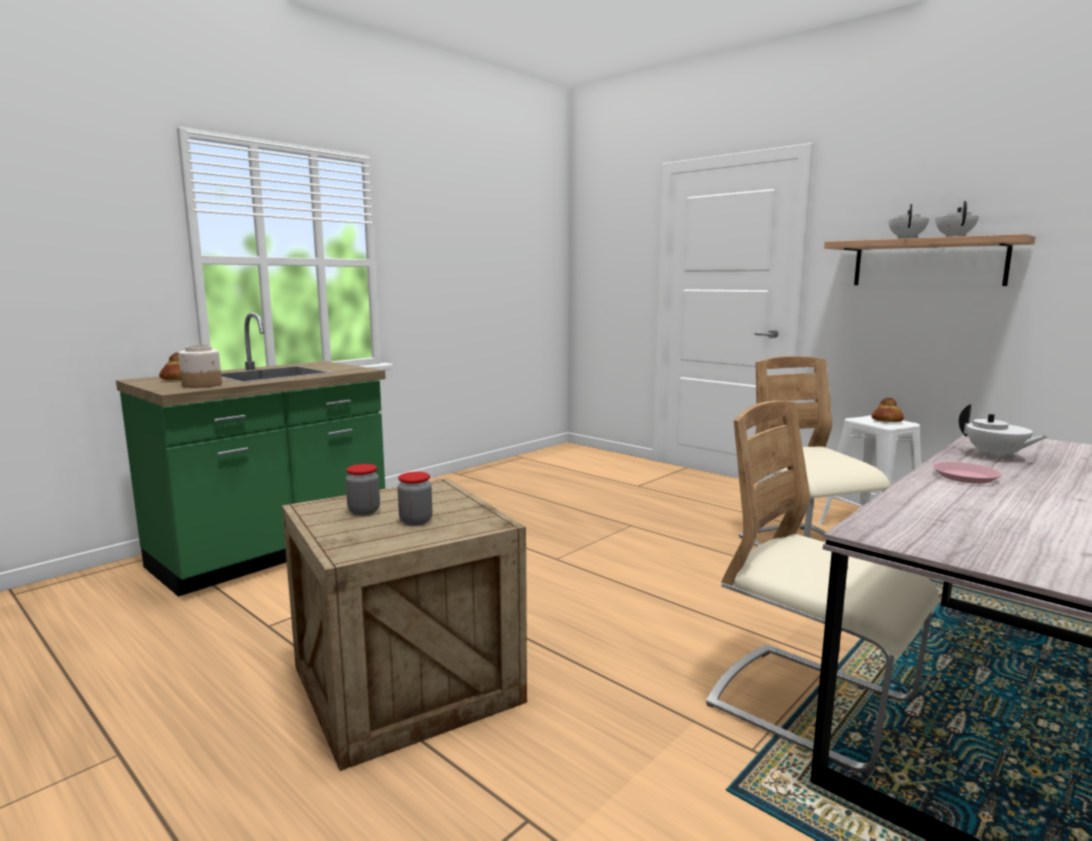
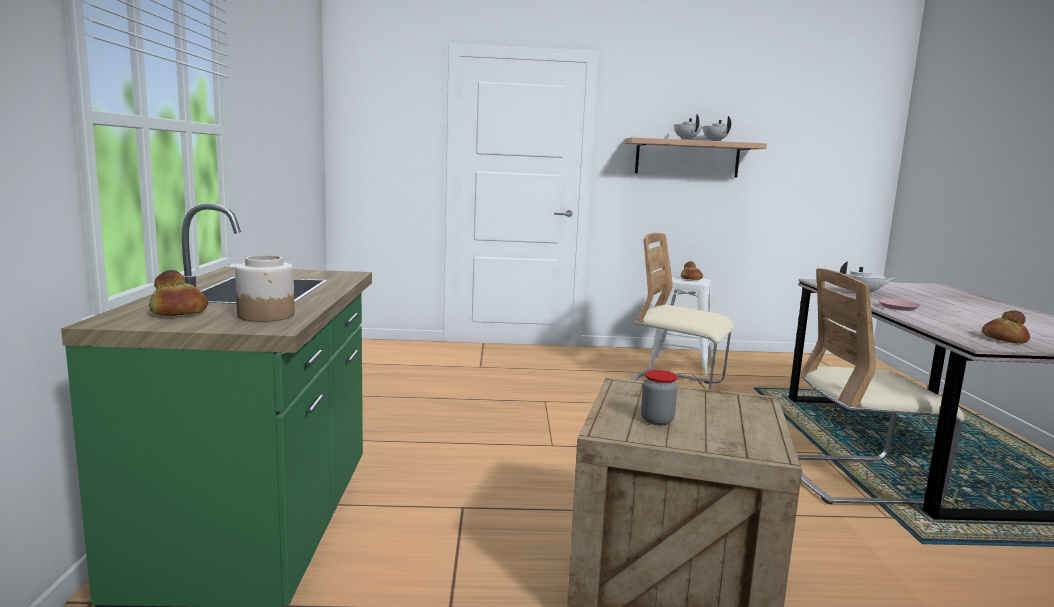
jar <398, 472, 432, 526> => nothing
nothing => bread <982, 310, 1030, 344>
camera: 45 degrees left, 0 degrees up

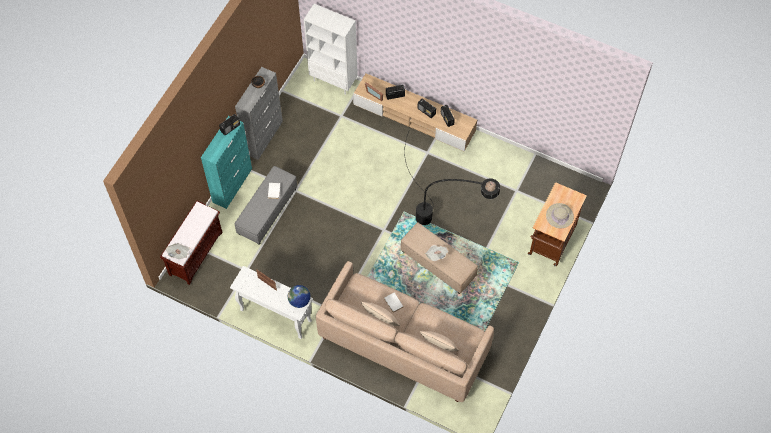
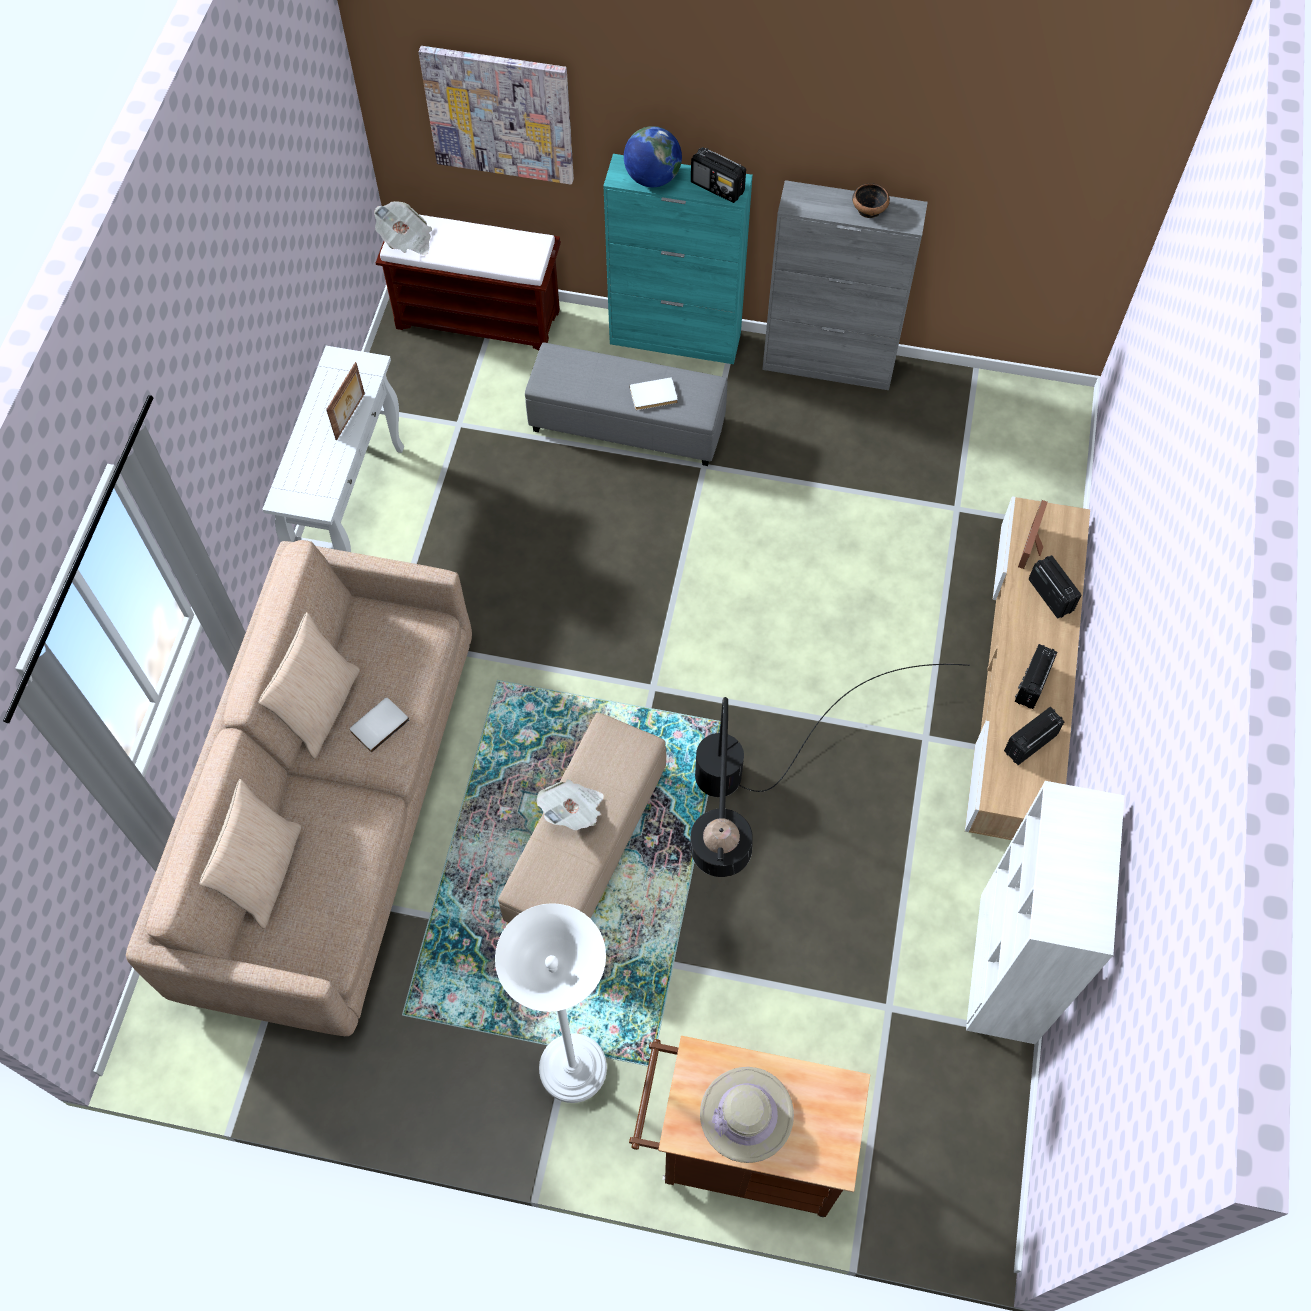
nothing => picture <418, 46, 574, 185>
nothing => floor lamp (white) <495, 903, 607, 1103>
globe <288, 285, 311, 308> => globe <624, 126, 682, 187>, moved
bookcase (white) <304, 4, 358, 95> => bookcase (white) <966, 781, 1124, 1044>, moved
camera: 75 degrees right, 0 degrees up

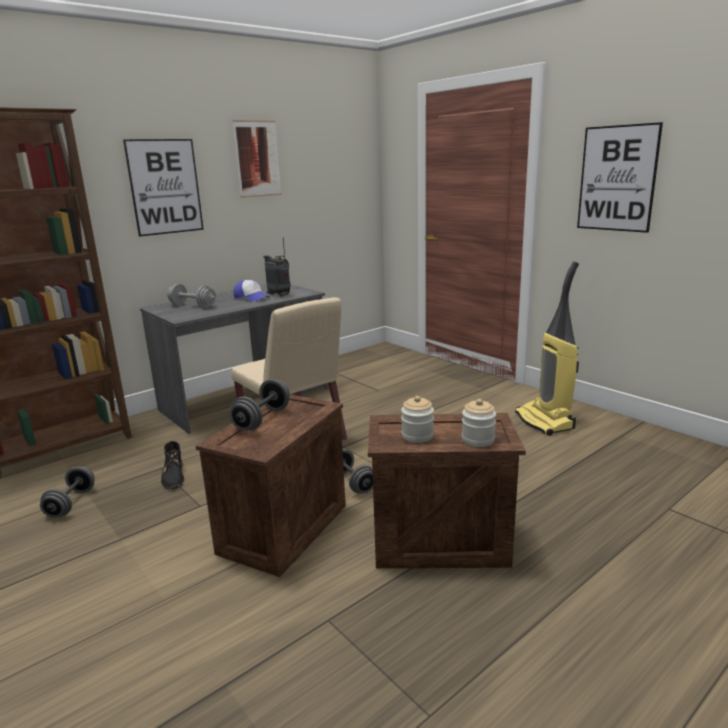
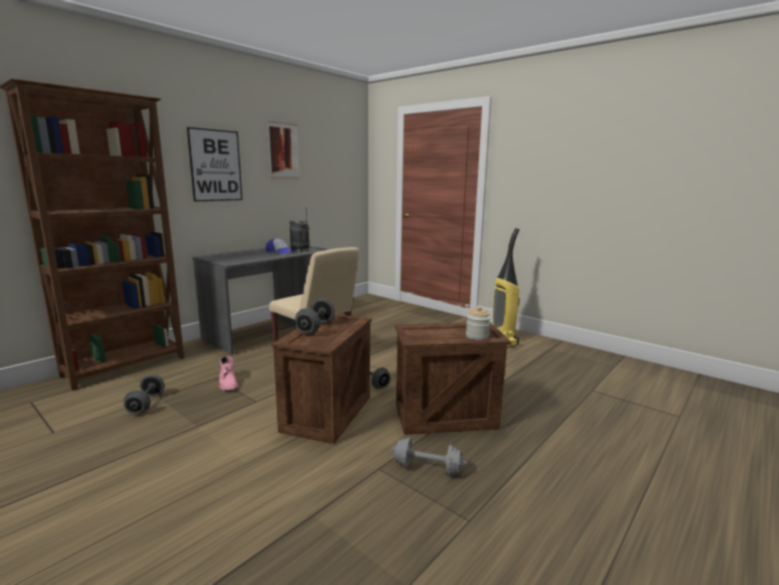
jar <401, 396, 434, 443> => nothing
picture <577, 122, 663, 233> => nothing
dumbbell (grey) <167, 284, 216, 308> => dumbbell (grey) <391, 438, 467, 476>, moved
boot (black) <161, 441, 184, 489> => boot (pink) <219, 356, 238, 391>
camera: 10 degrees left, 5 degrees down

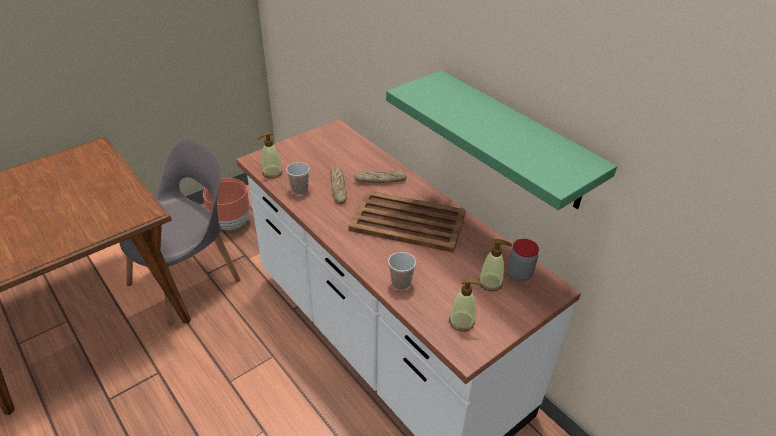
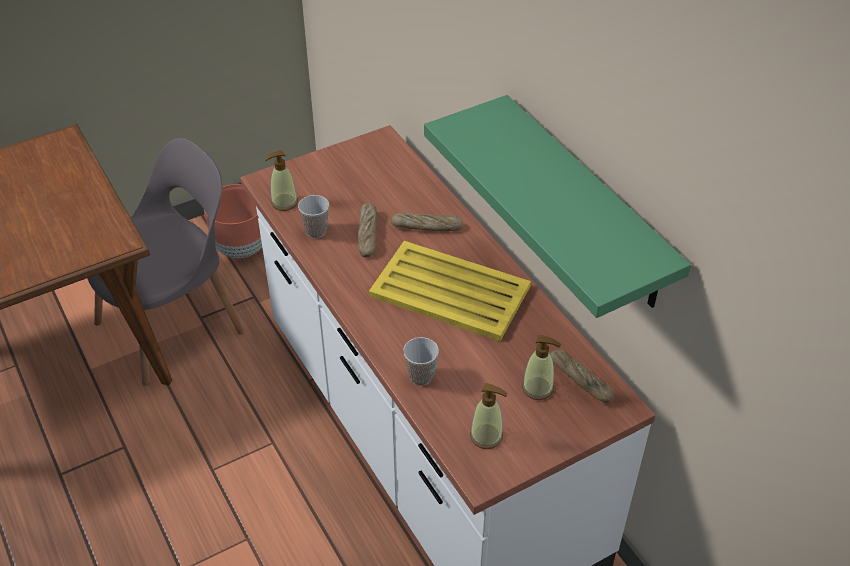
jar <507, 239, 539, 281> => bread <550, 350, 614, 403>
tray (brown) <349, 190, 466, 253> => tray (yellow) <369, 241, 531, 341>
camera: 10 degrees right, 5 degrees up

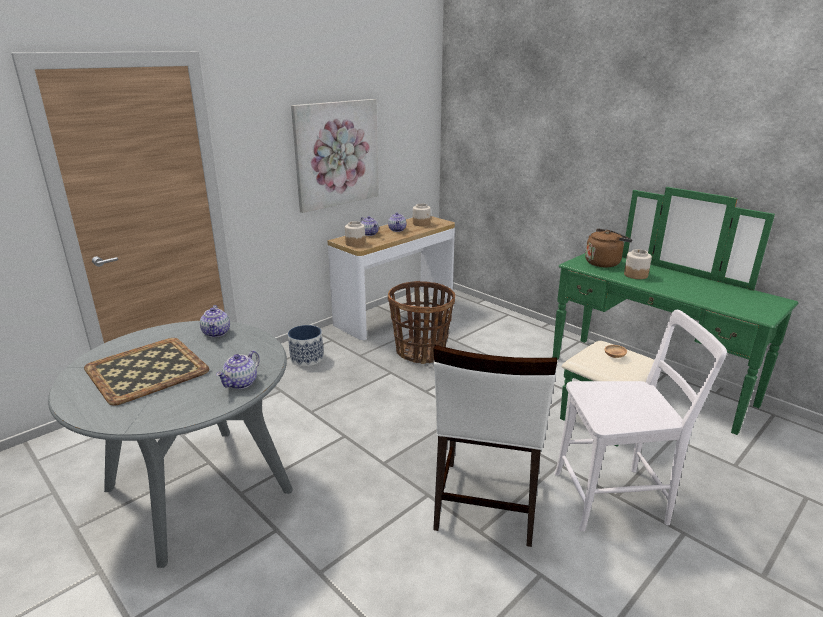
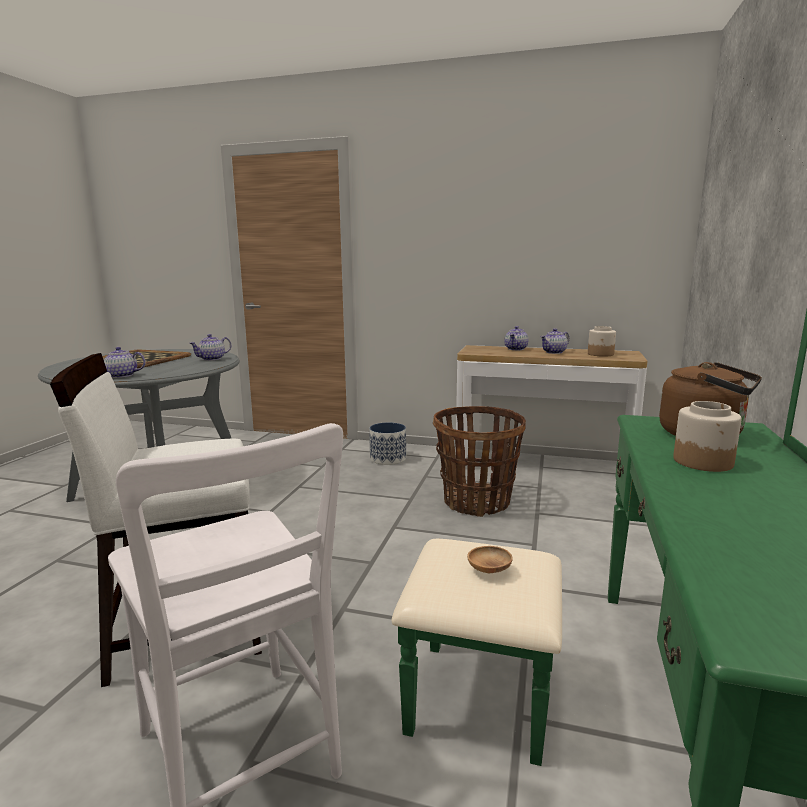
picture <291, 99, 379, 213> => nothing
jar <345, 221, 365, 247> => nothing
camera: 60 degrees right, 10 degrees down

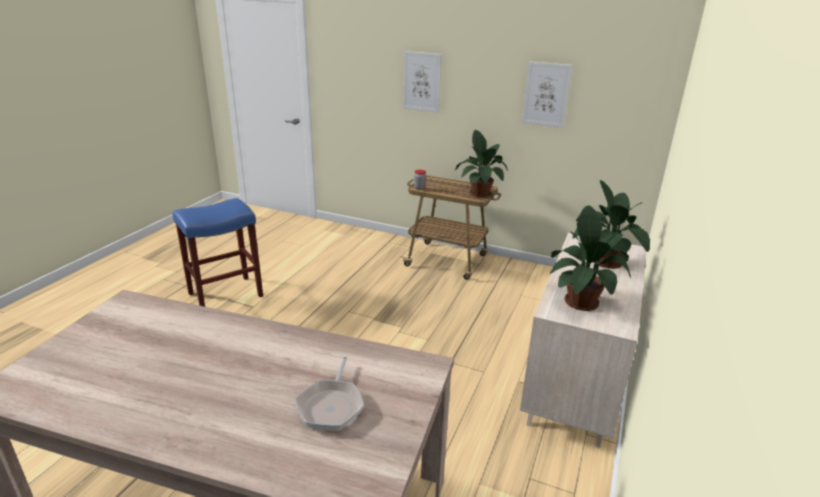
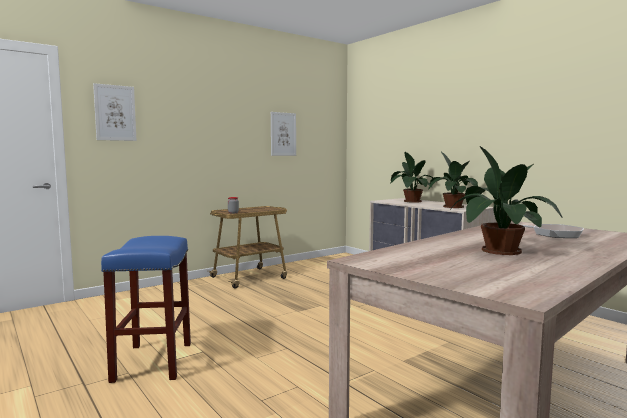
picture <403, 51, 442, 113> => picture <93, 83, 137, 141>, moved
potted plant <455, 130, 508, 197> => potted plant <449, 146, 562, 255>, moved
camera: 60 degrees left, 20 degrees down

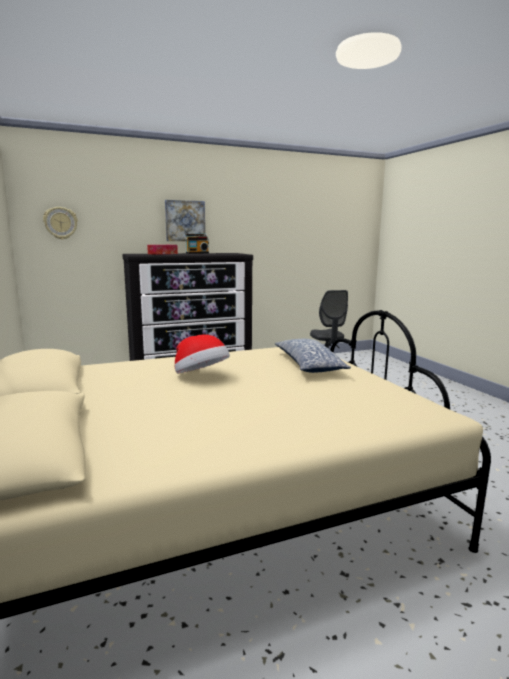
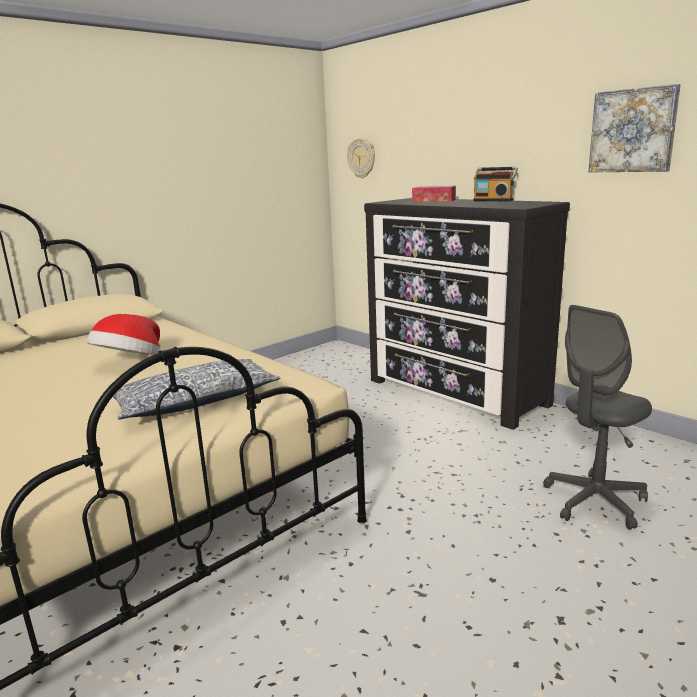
picture <165, 200, 205, 241> => picture <588, 84, 681, 172>, moved
camera: 70 degrees right, 5 degrees up

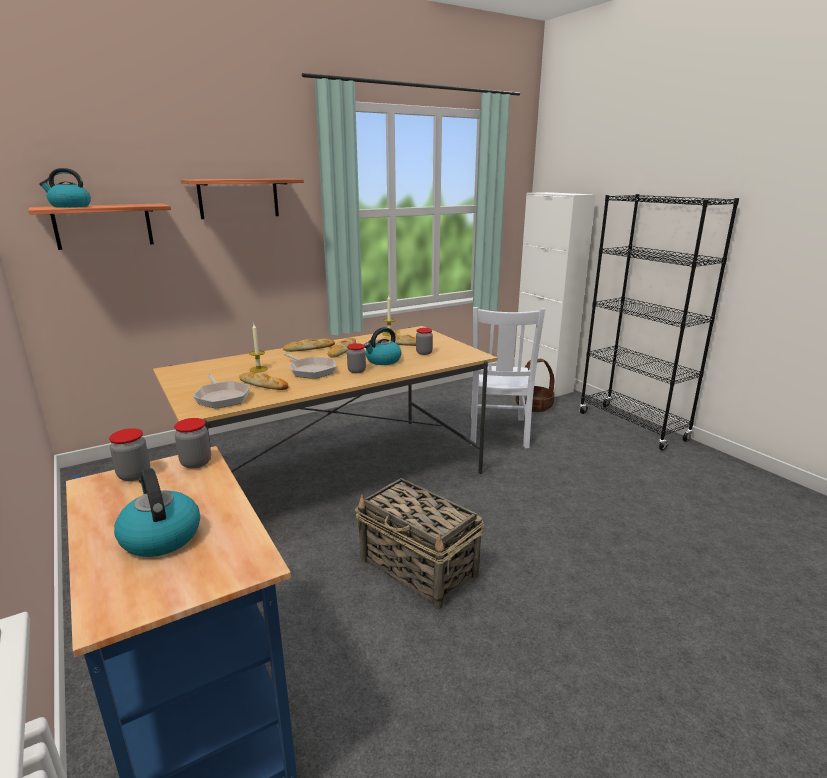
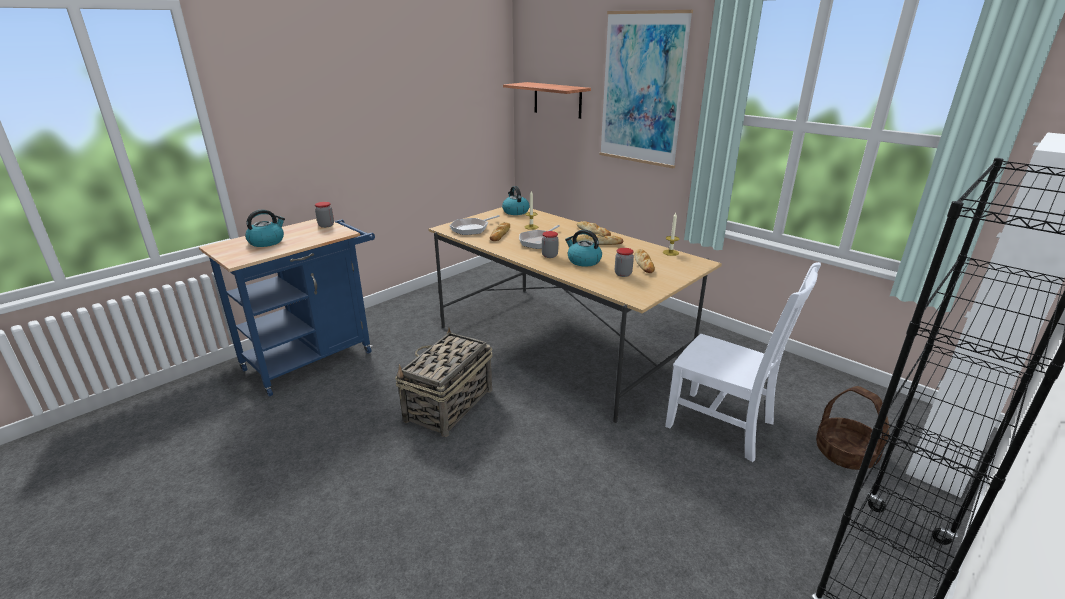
jar <174, 418, 211, 469> => nothing
kettle <39, 168, 91, 208> => kettle <502, 186, 529, 215>, moved
shelf <181, 179, 304, 219> => picture <600, 10, 693, 168>
chair (white) <470, 307, 545, 448> => chair (white) <665, 262, 821, 462>, 135 degrees counterclockwise
camera: 75 degrees right, 5 degrees up

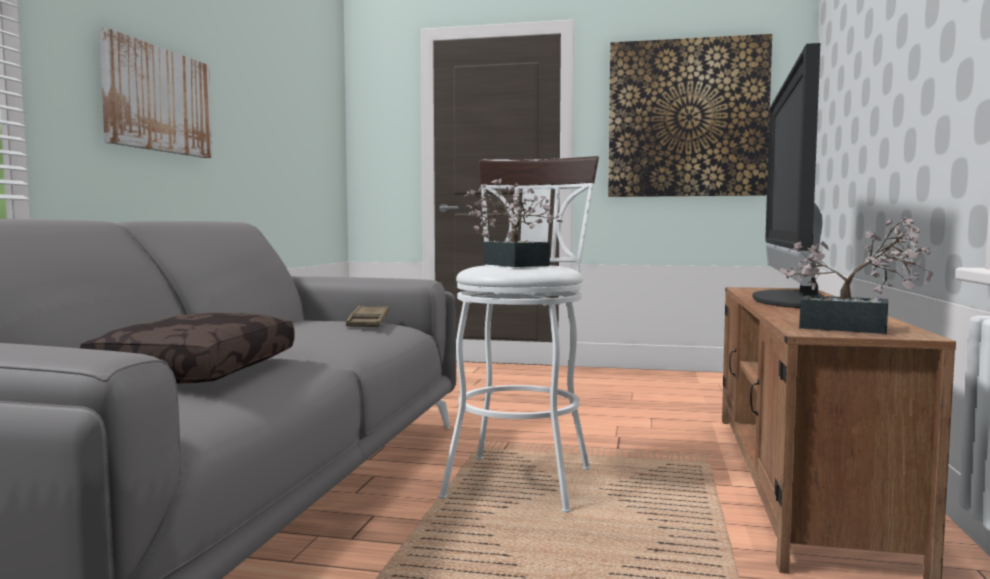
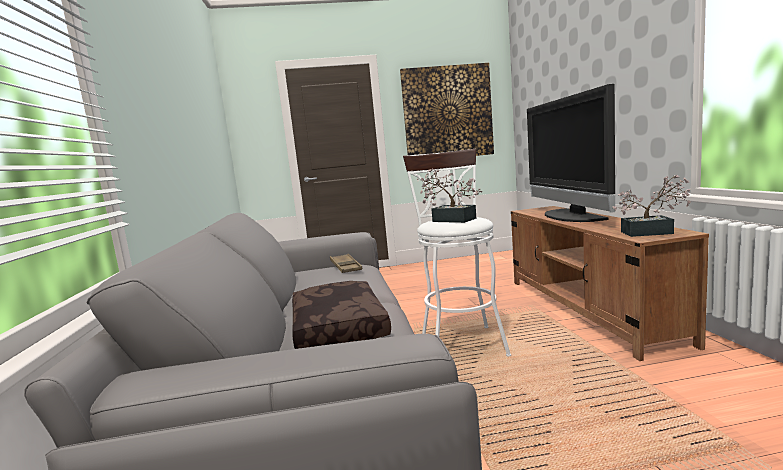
picture <99, 28, 212, 158> => nothing
camera: 20 degrees left, 5 degrees up

